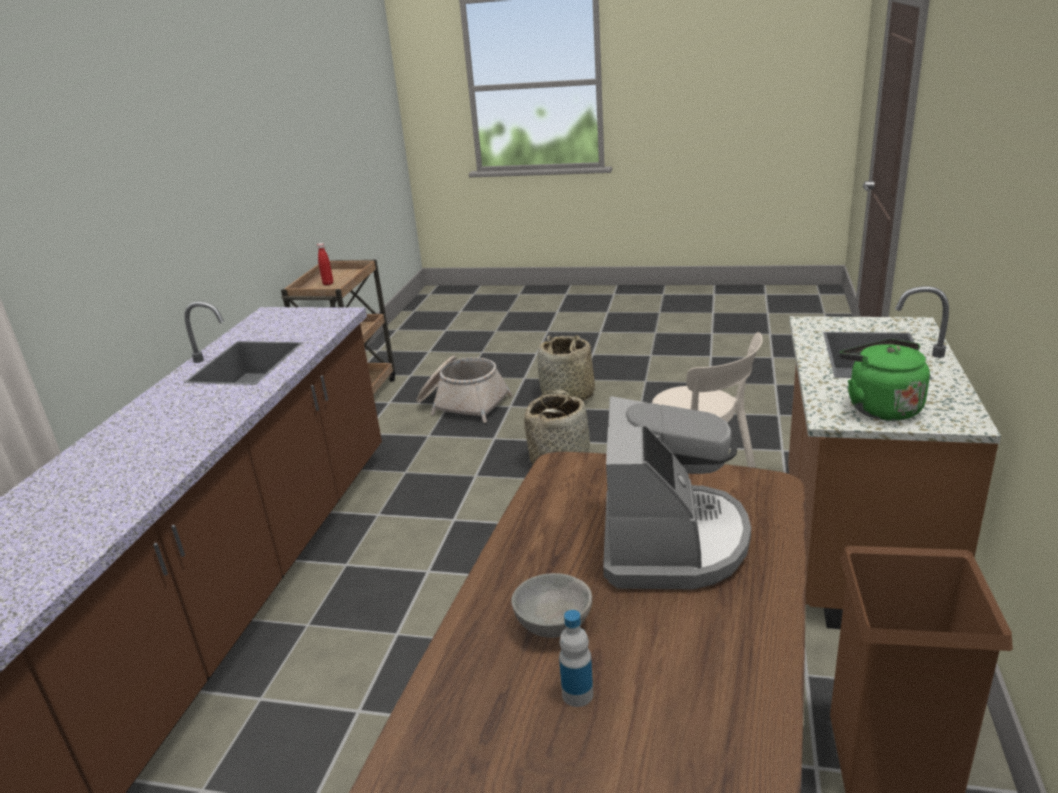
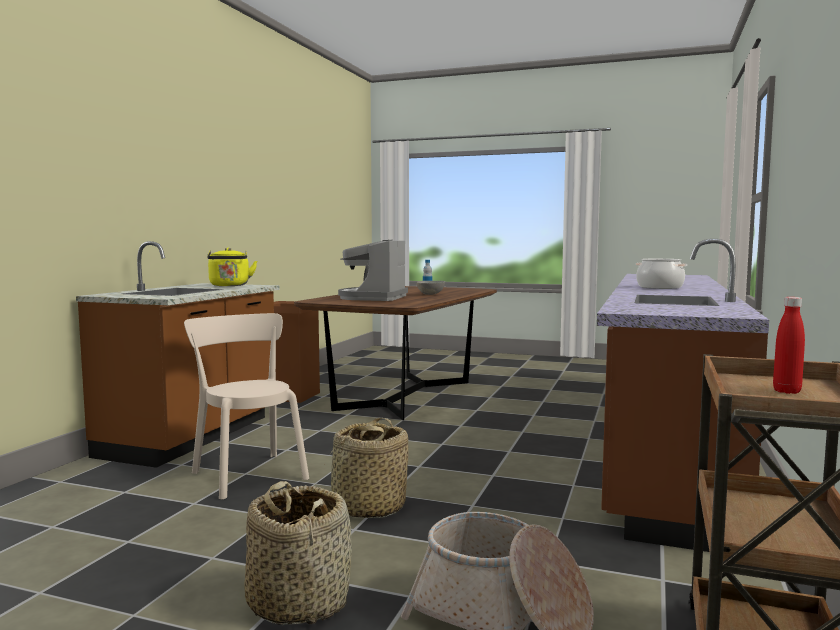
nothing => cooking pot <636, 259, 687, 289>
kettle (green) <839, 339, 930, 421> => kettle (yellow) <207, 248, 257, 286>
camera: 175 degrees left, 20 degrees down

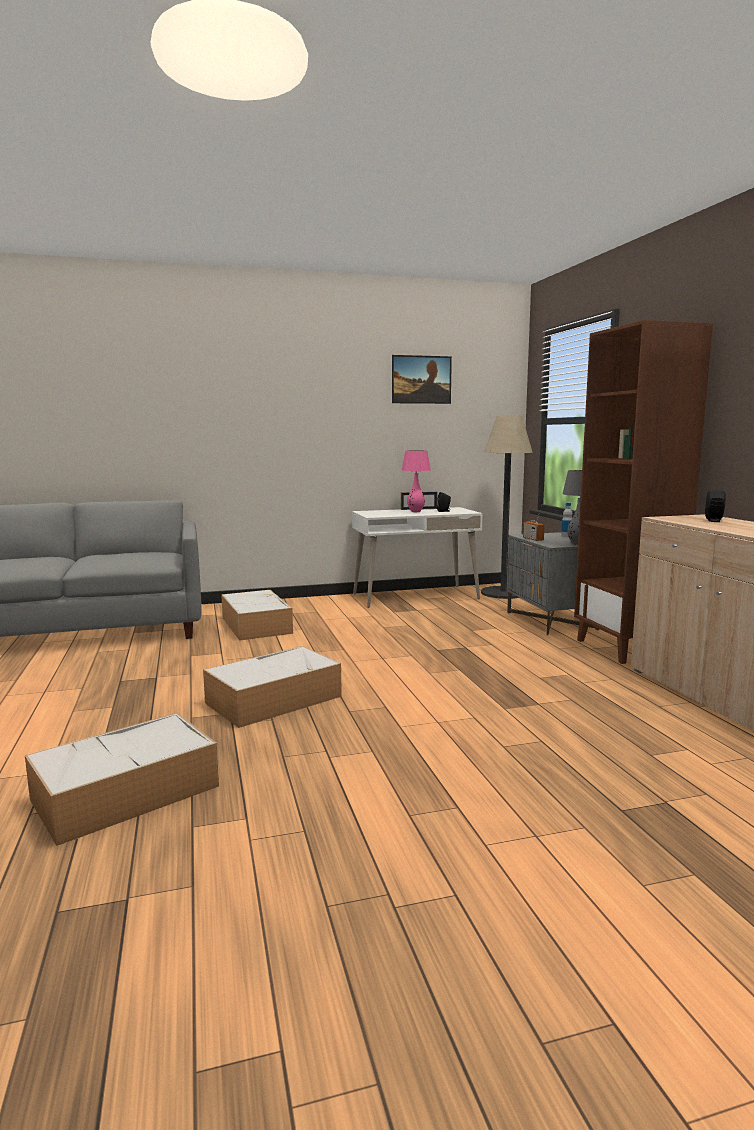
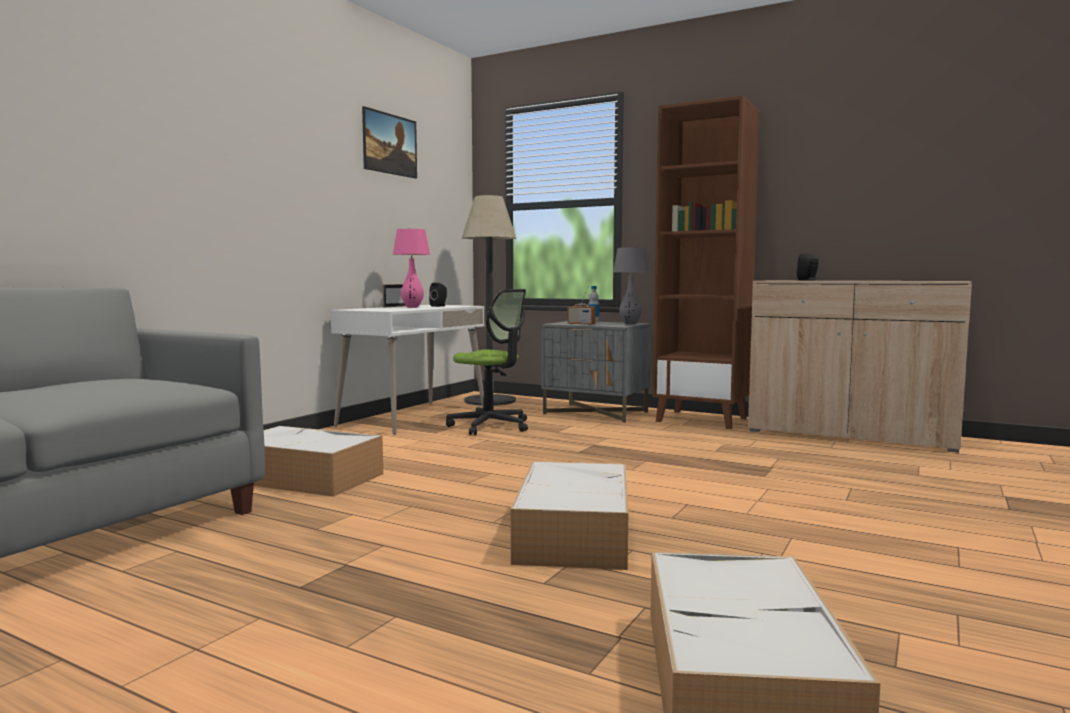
nothing => office chair <446, 289, 528, 435>
camera: 45 degrees left, 5 degrees down

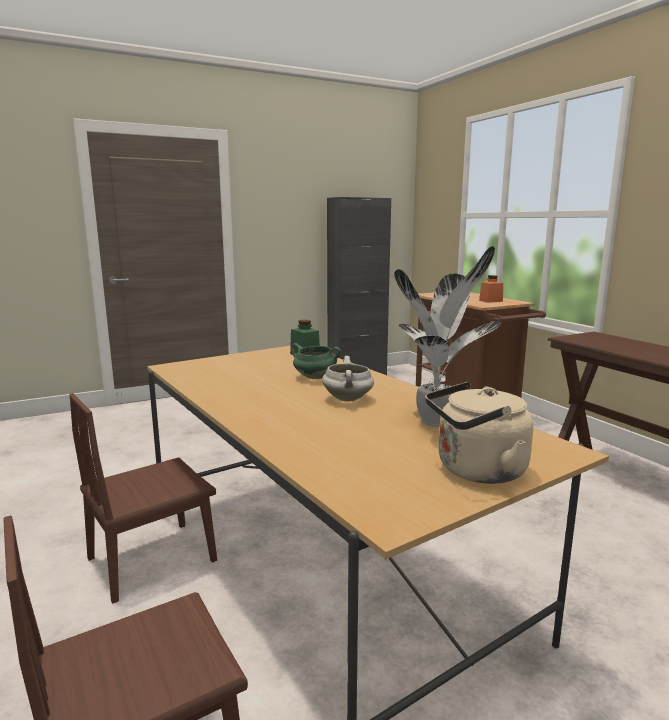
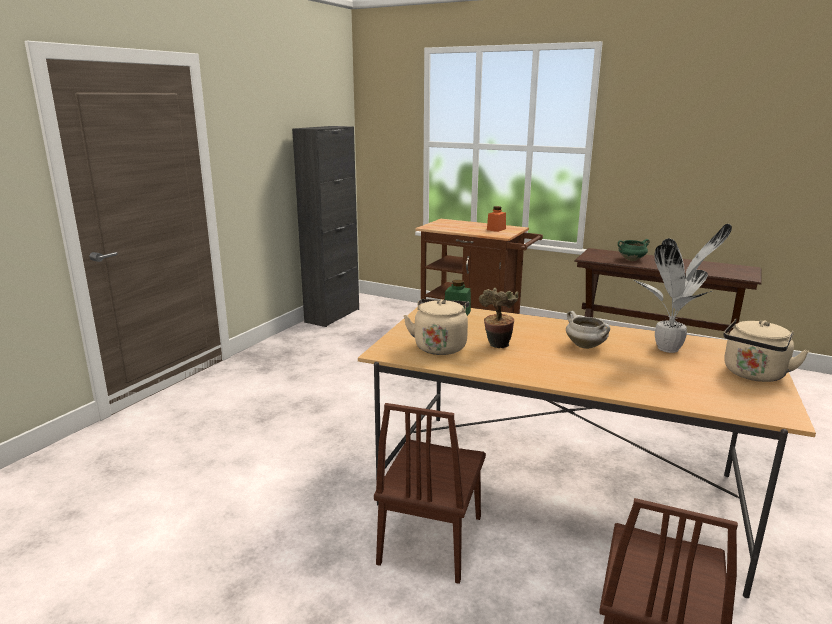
nothing => kettle (beige) <403, 299, 469, 355>
nothing => potted plant <479, 288, 519, 348>
cooking pot (green) <291, 343, 341, 379> => cooking pot (green) <618, 239, 650, 261>, moved
camera: 35 degrees left, 5 degrees up

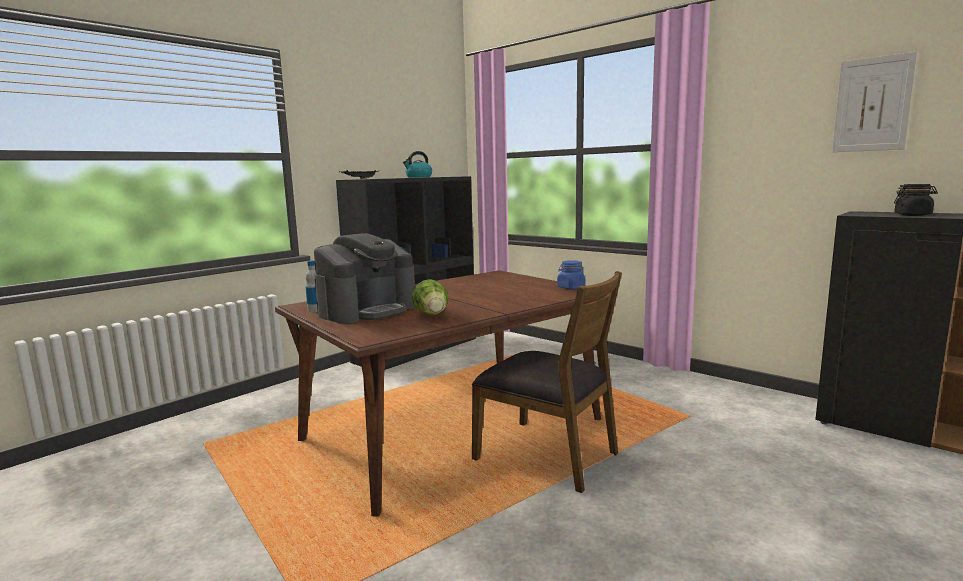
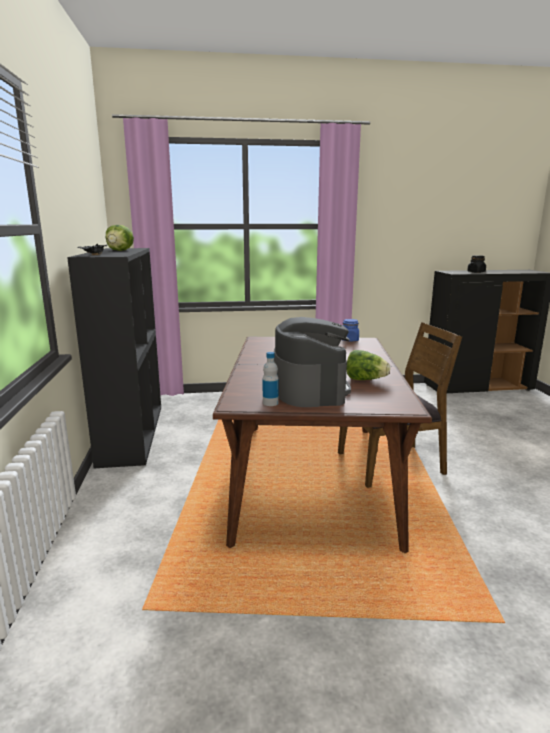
picture <832, 52, 917, 152> => nothing
kettle <403, 151, 432, 178> => lettuce <106, 225, 134, 251>
camera: 50 degrees left, 5 degrees up

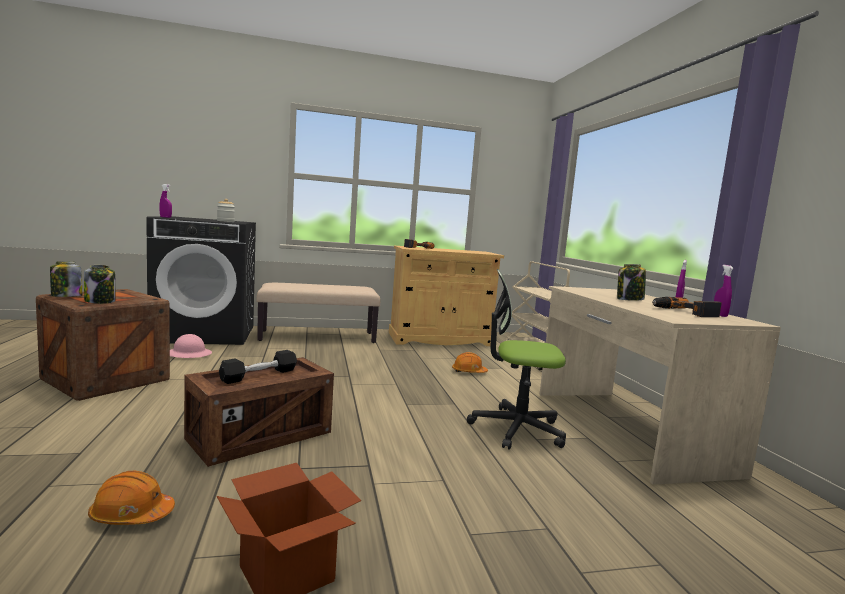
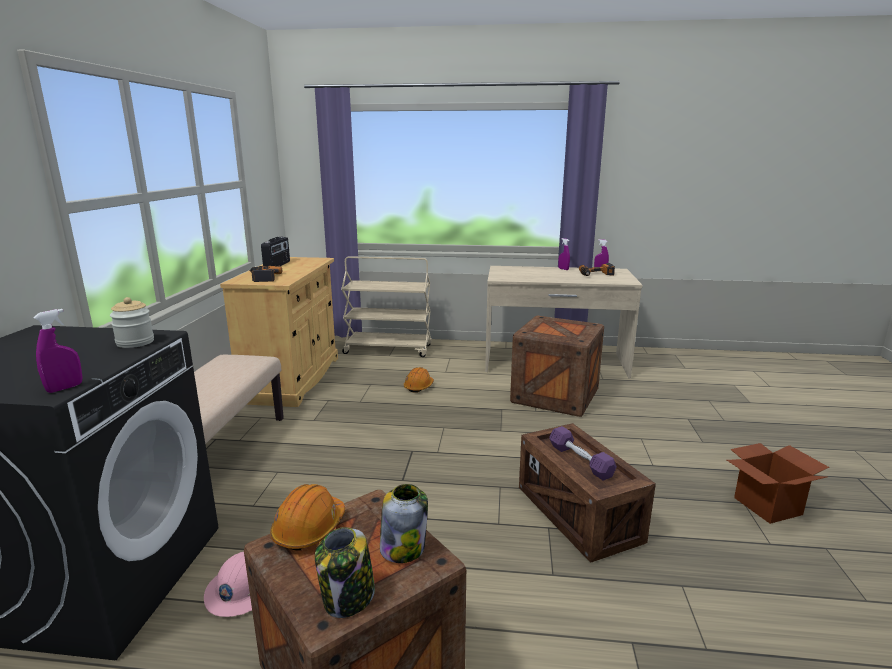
jar <617, 264, 646, 301> => nothing
nothing => radio <261, 237, 290, 266>
hard hat (orange) <88, 471, 175, 525> => hard hat (orange) <270, 484, 345, 551>, moved
office chair <467, 269, 566, 450> => crate <510, 315, 604, 417>
dumbbell (black) <219, 350, 297, 384> => dumbbell (purple) <549, 426, 617, 480>
camera: 70 degrees left, 10 degrees up

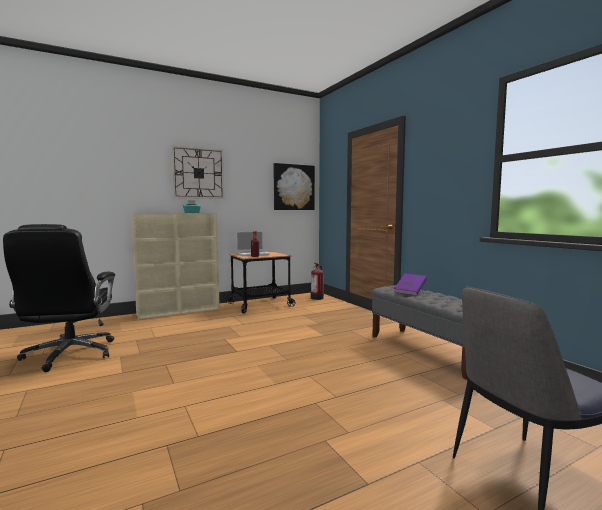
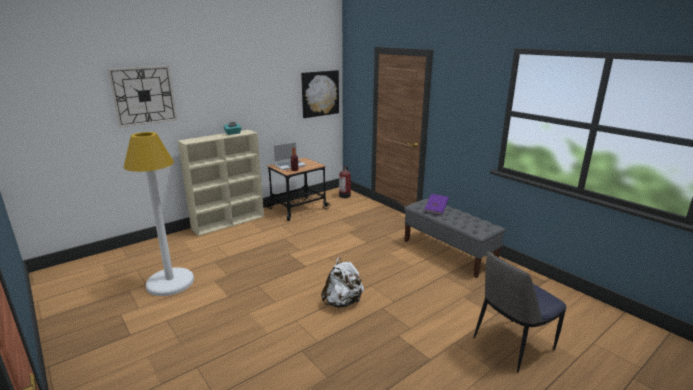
nothing => backpack (white) <321, 257, 364, 308>
wall clock <172, 145, 224, 199> => wall clock <108, 66, 177, 128>, moved
office chair (black) <3, 224, 115, 372> => floor lamp (white) <124, 132, 194, 296>
camera: 10 degrees left, 15 degrees up

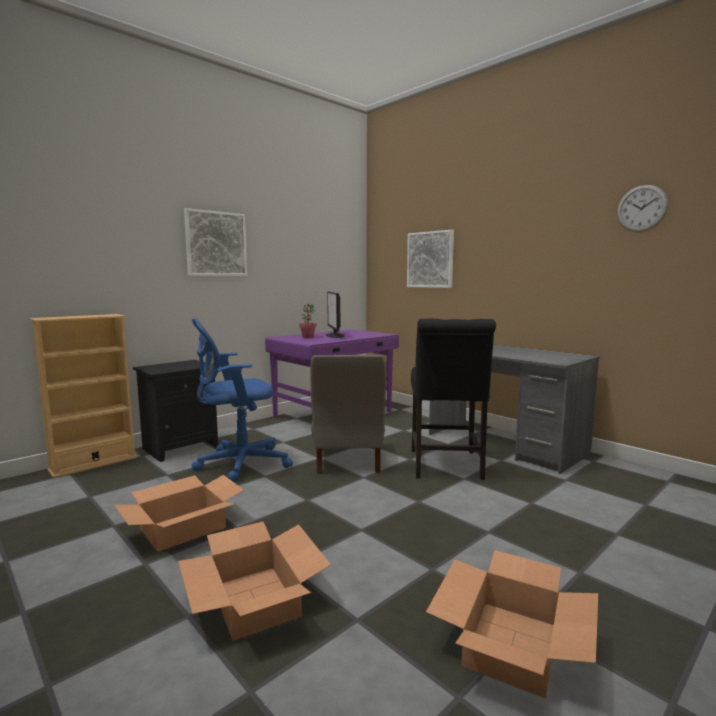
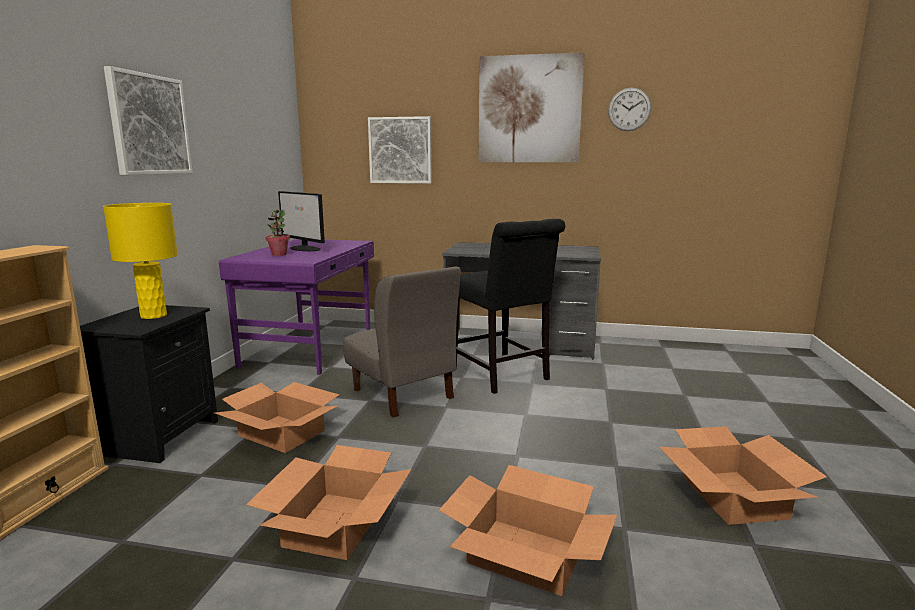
nothing => table lamp (yellow) <103, 203, 178, 319>
nothing => picture <478, 52, 585, 162>
office chair (blue) <191, 318, 293, 482> => cardboard box <215, 382, 339, 453>
camera: 35 degrees left, 5 degrees up

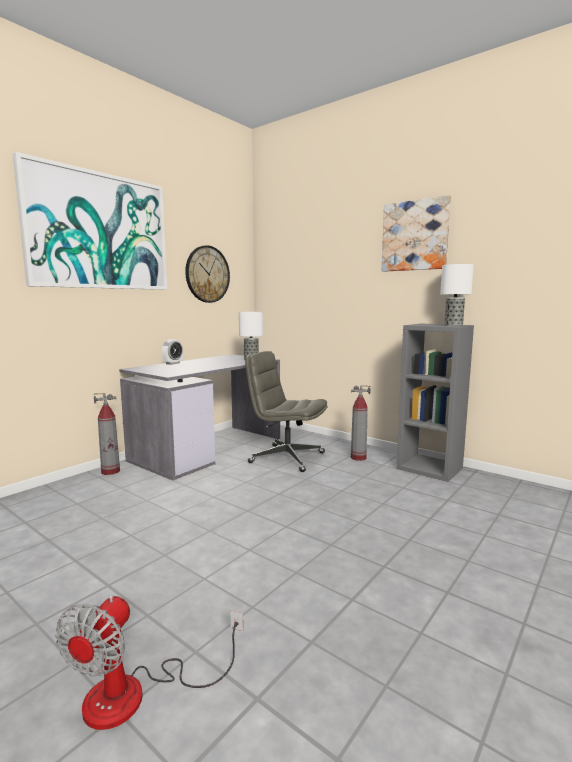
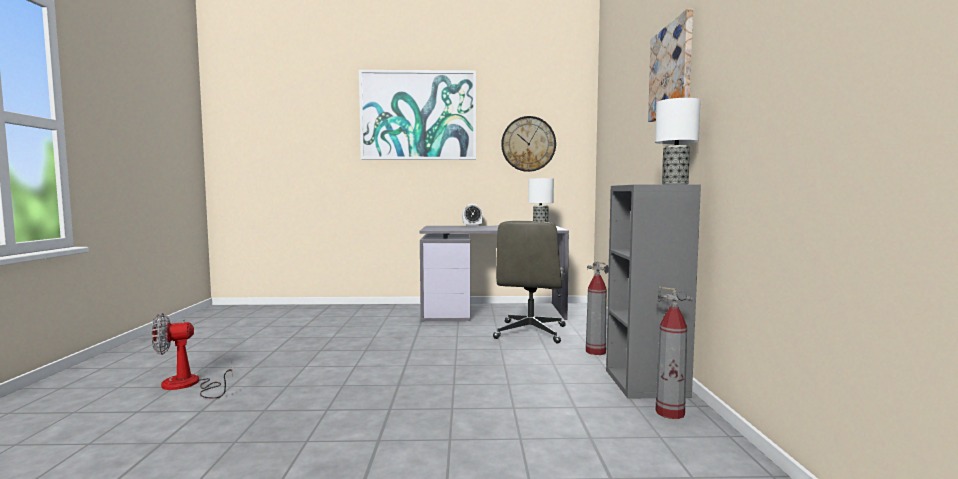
fire extinguisher <94, 393, 120, 475> => fire extinguisher <655, 286, 692, 419>, moved
office chair (grey) <245, 351, 328, 472> => office chair (grey) <493, 221, 565, 343>, 150 degrees counterclockwise
camera: 50 degrees right, 5 degrees down

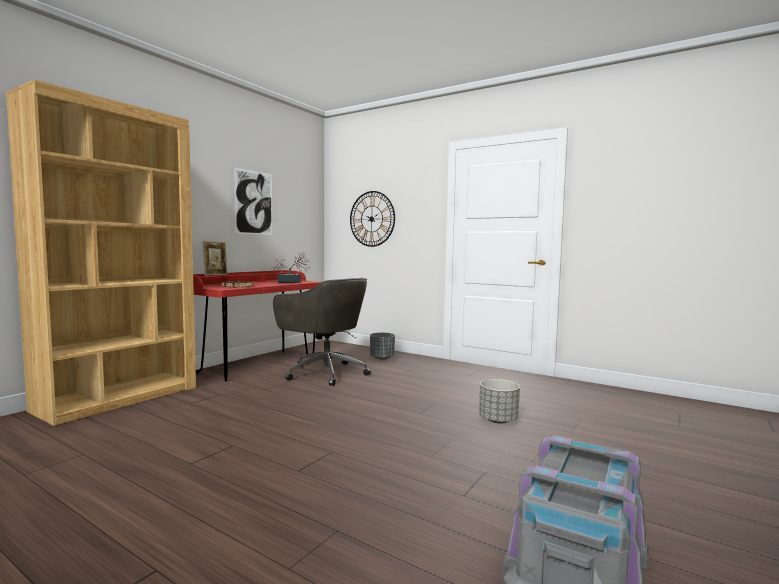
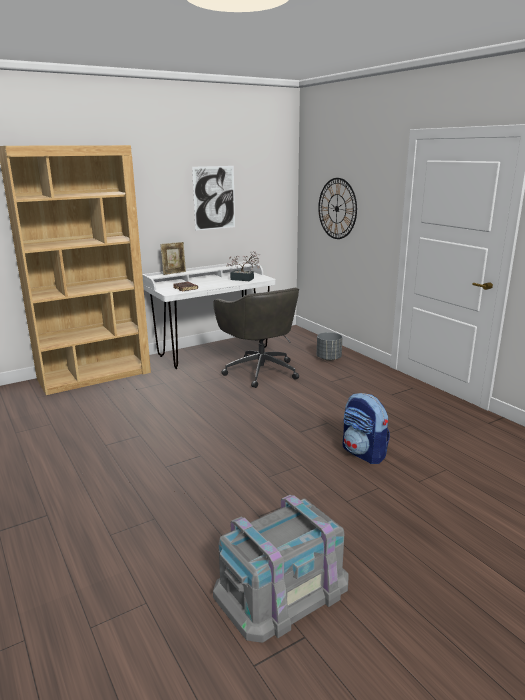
planter (grey) <479, 379, 520, 423> => backpack <342, 393, 390, 464>
desk (red) <193, 270, 321, 381> => desk (white) <142, 261, 276, 369>
camera: 25 degrees right, 15 degrees up

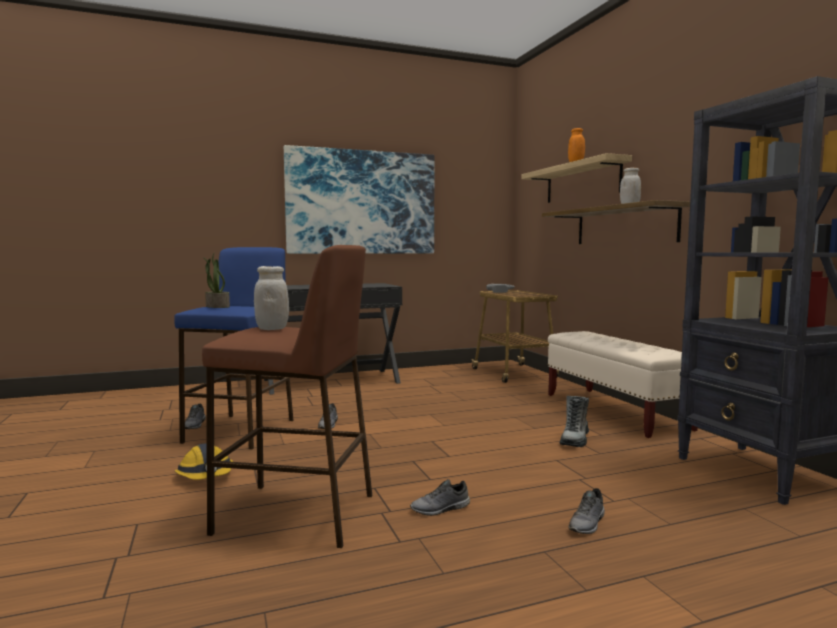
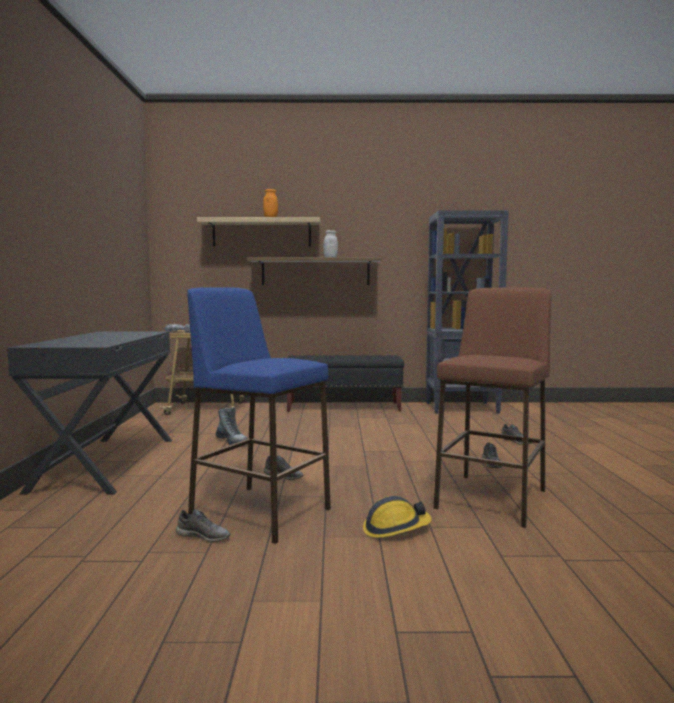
potted plant <203, 253, 230, 308> => nothing
jar (white) <254, 266, 289, 330> => nothing
picture <284, 145, 434, 254> => nothing
boot <560, 396, 589, 447> => boot <216, 407, 248, 445>, moved
bench (beige) <547, 331, 698, 438> => bench (black) <287, 355, 404, 412>
camera: 70 degrees left, 0 degrees up

